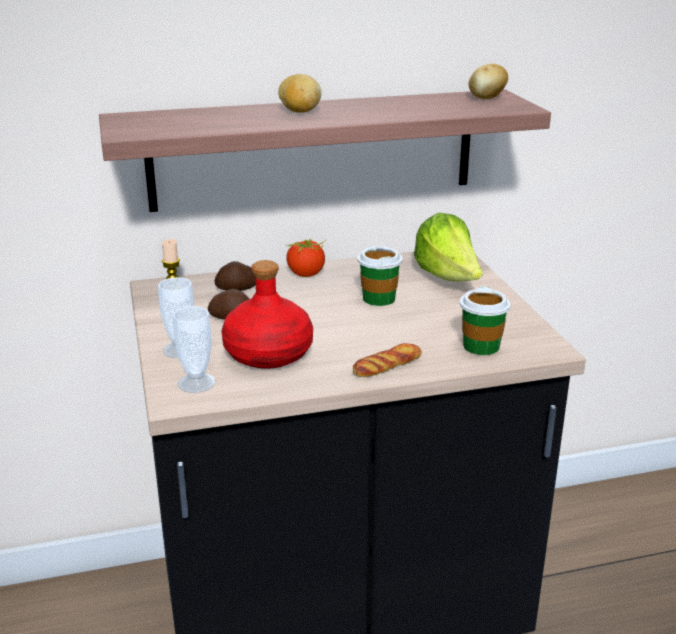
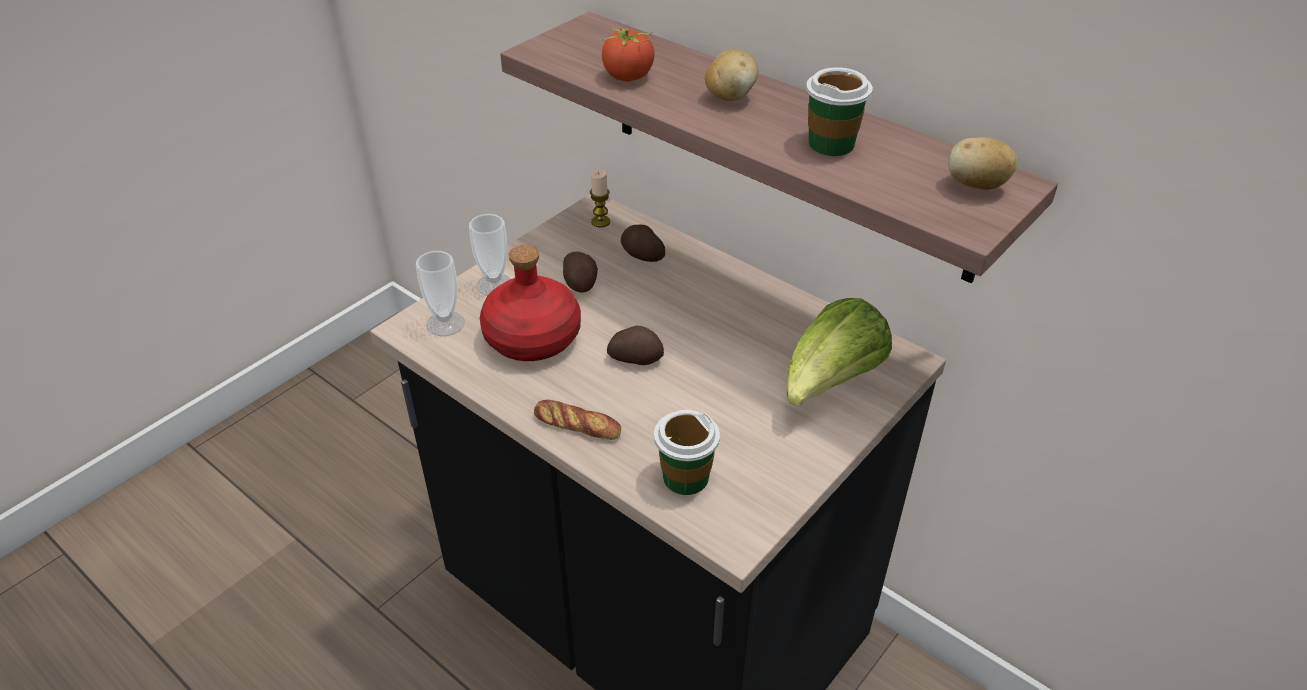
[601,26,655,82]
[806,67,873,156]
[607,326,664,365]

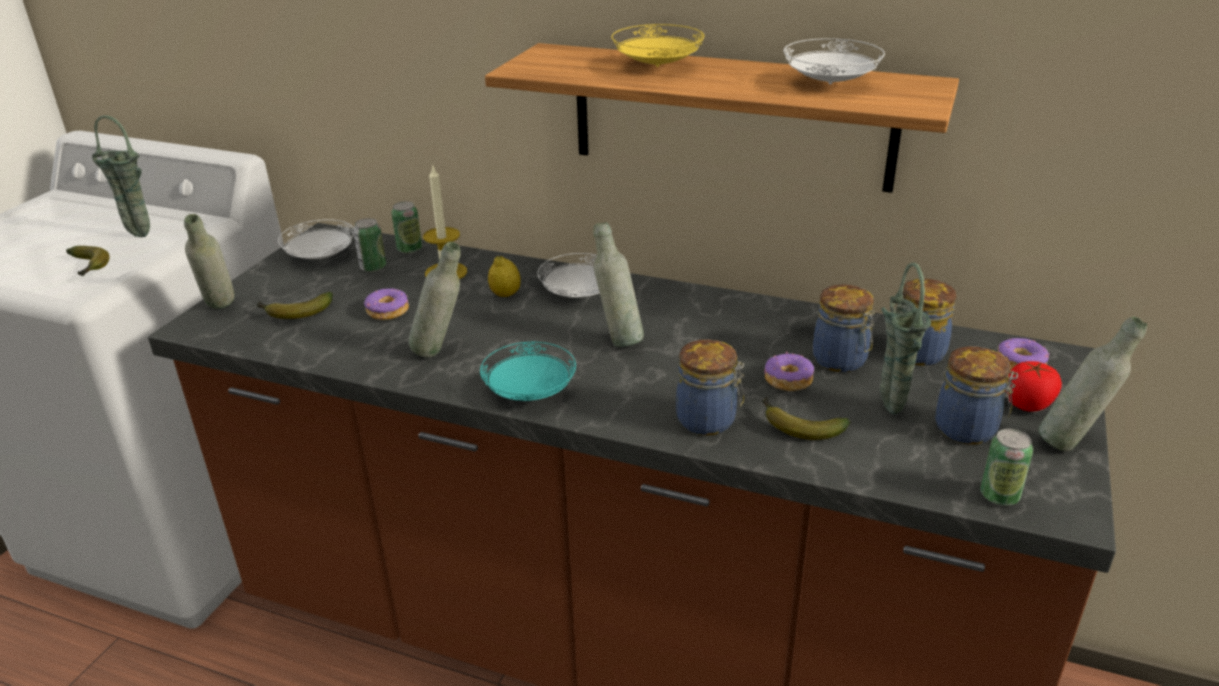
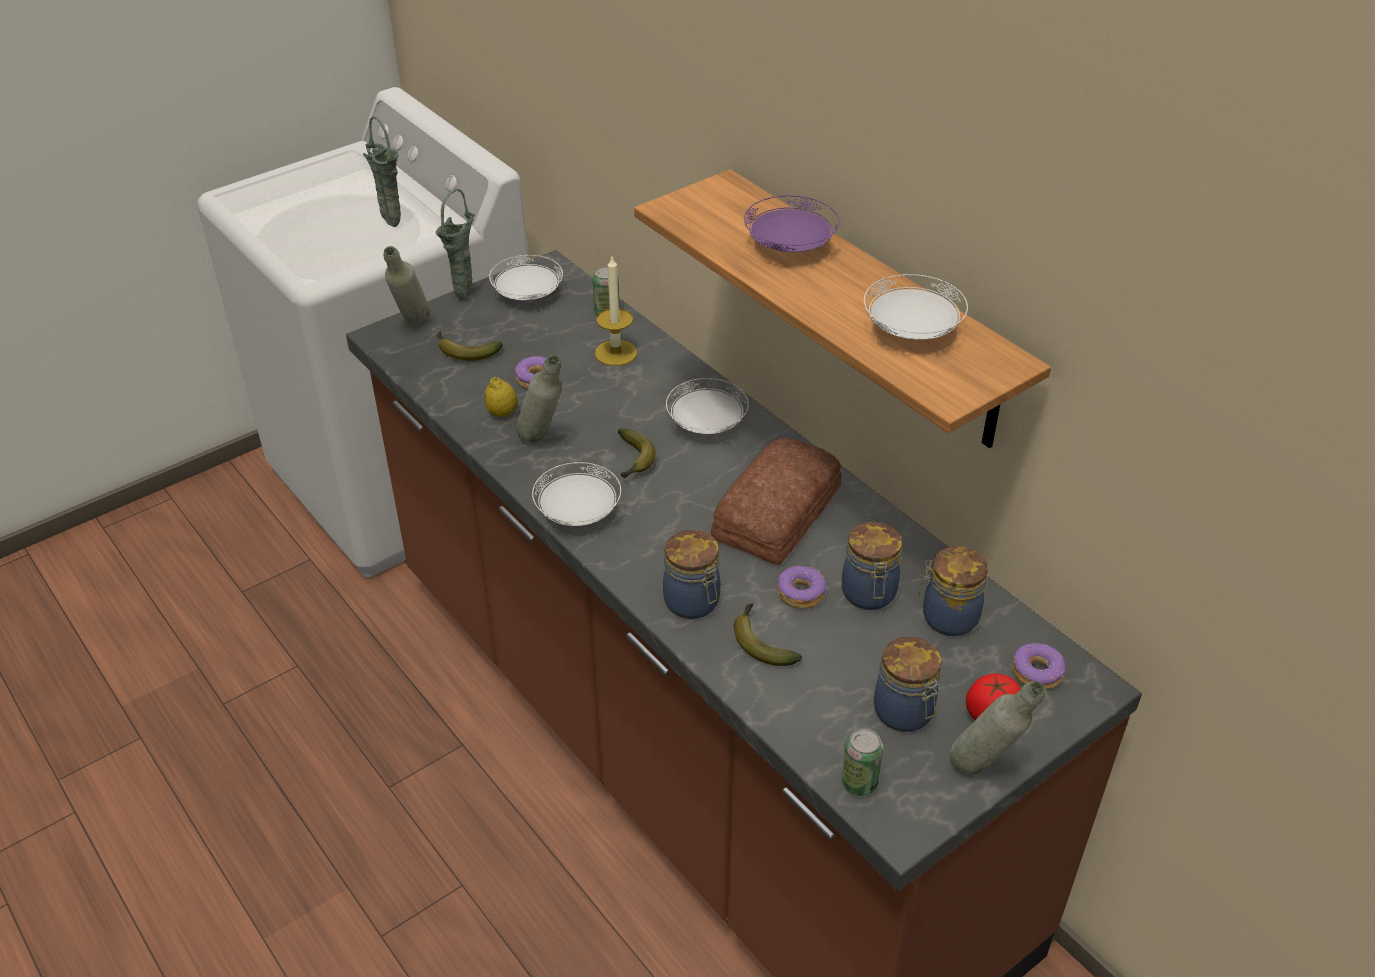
[744,195,839,252]
[353,218,386,272] (first image)
[593,222,644,347] (first image)
[618,428,656,479]
[484,377,518,417]
[436,189,474,300]
[532,462,621,526]
[711,438,842,565]

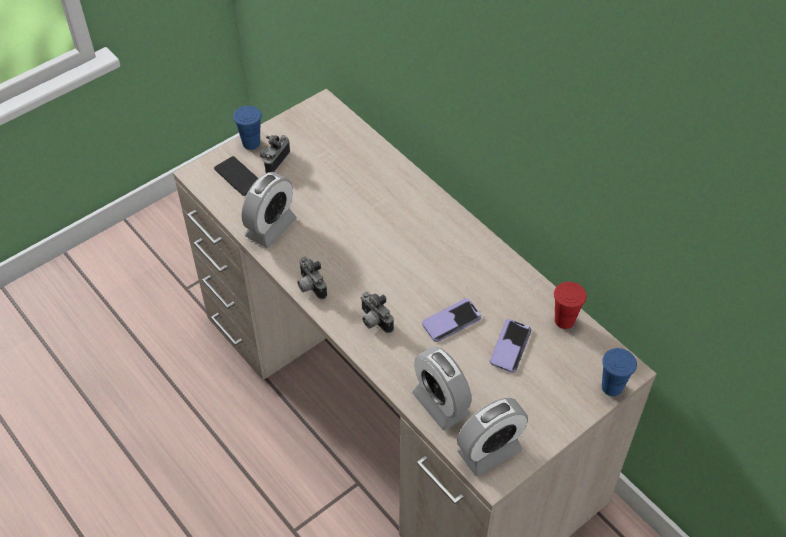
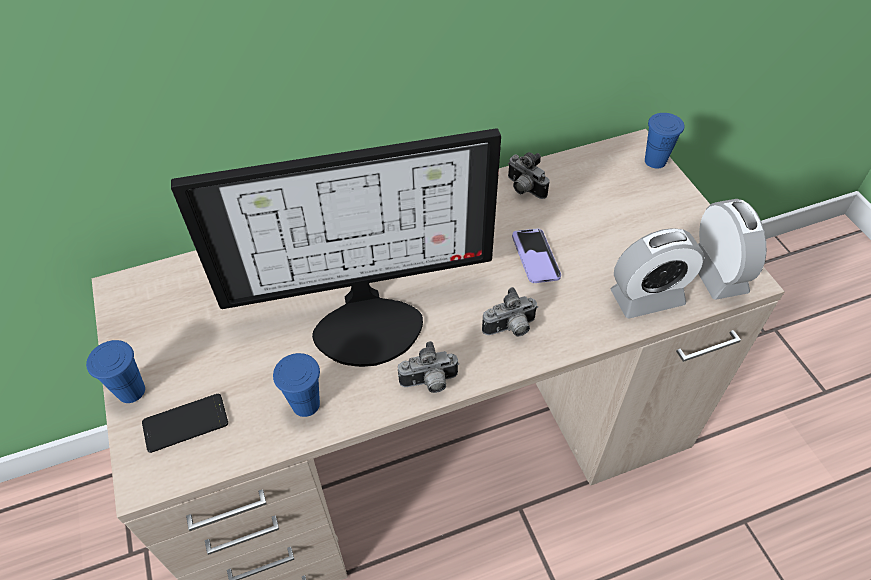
[508,152,550,199]
[273,353,320,417]
[554,282,587,329] (first image)
[490,319,532,373] (first image)
[171,128,501,367]

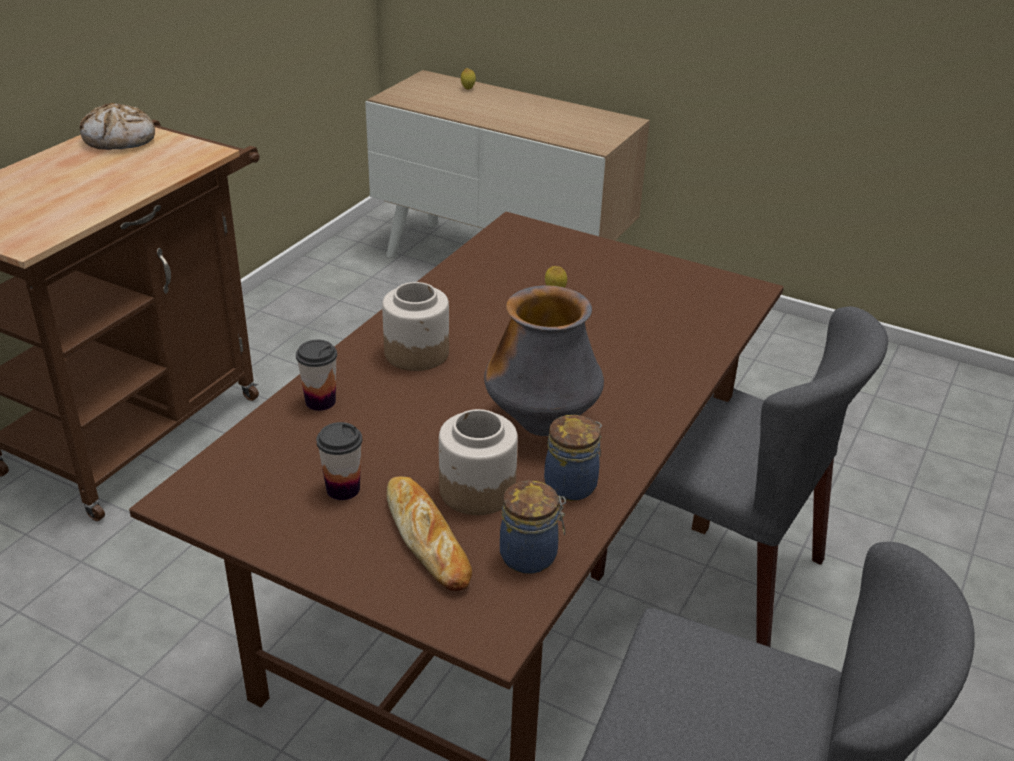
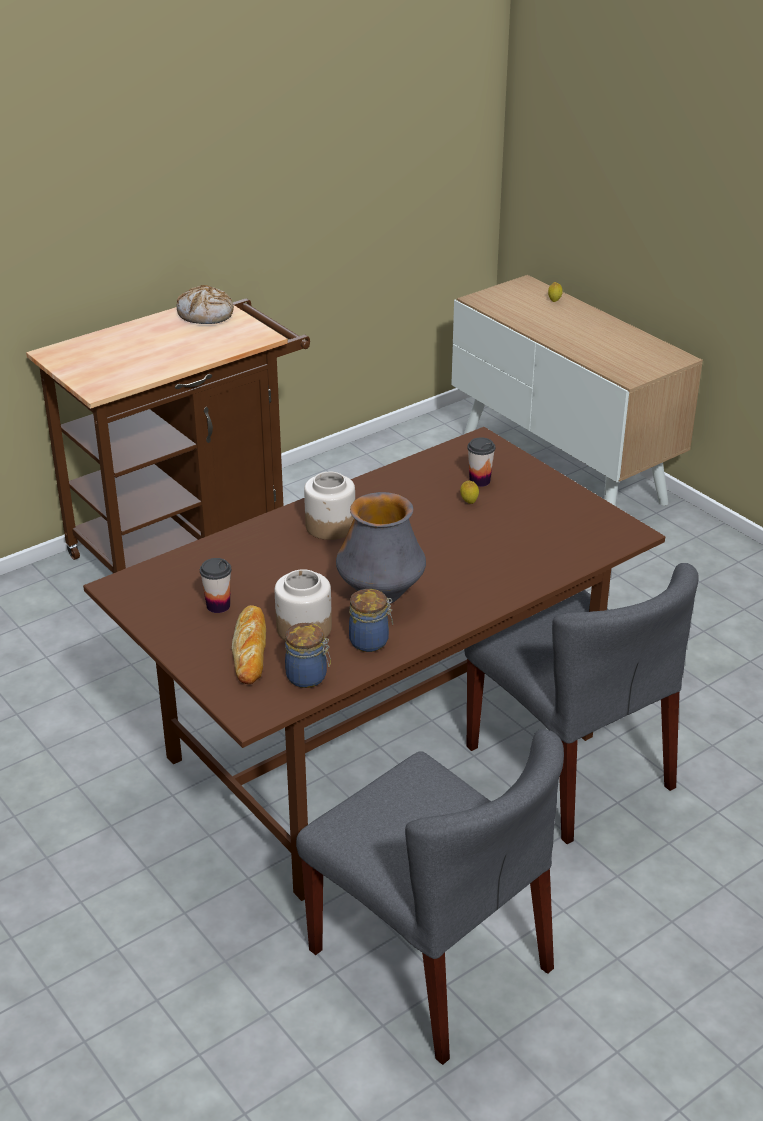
[467,437,495,487]

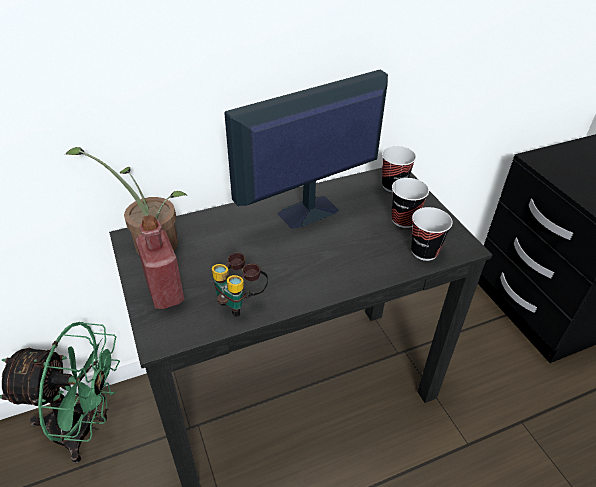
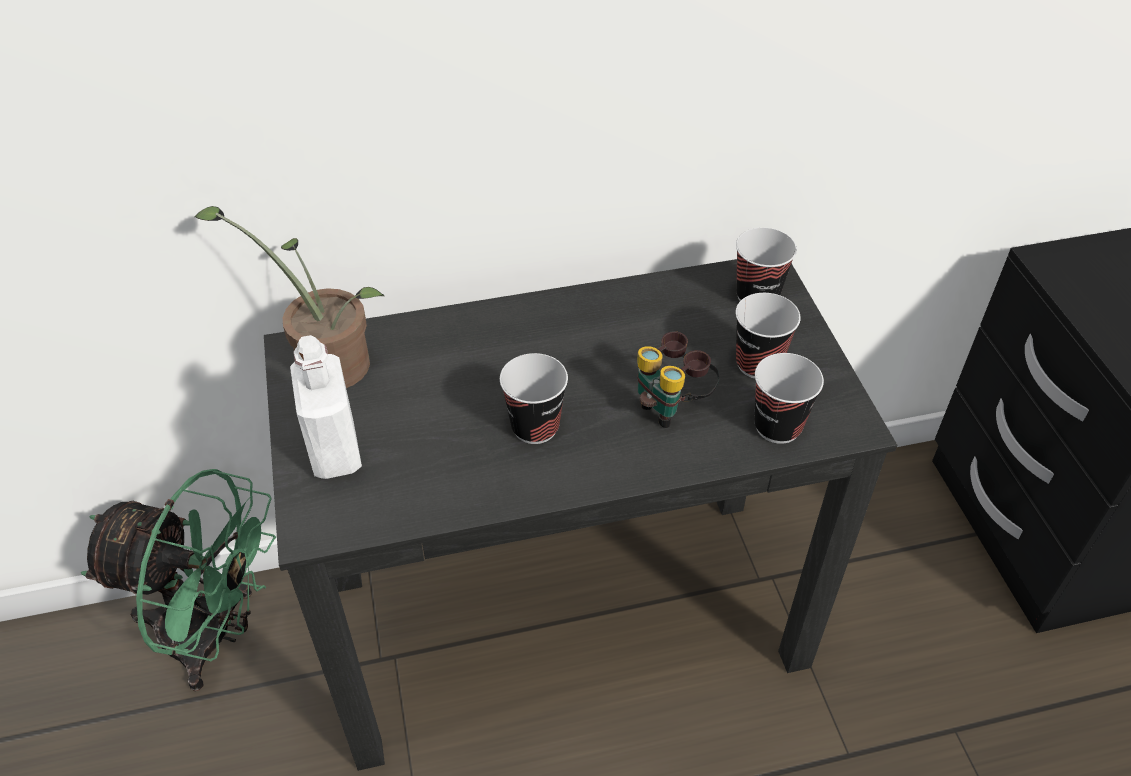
[224,70,388,229] (first image)
[290,335,362,479]
[637,331,720,428]
[500,353,568,444]

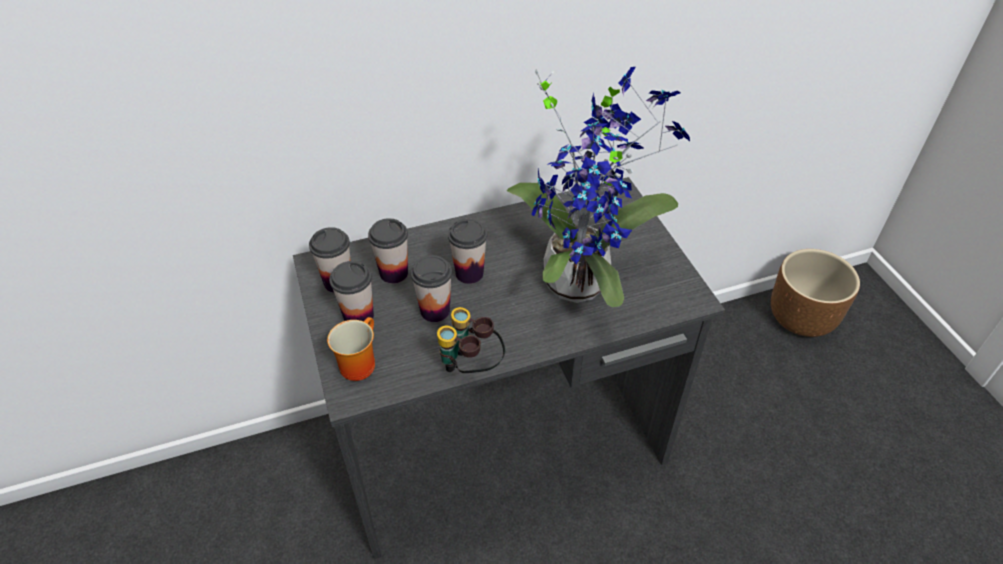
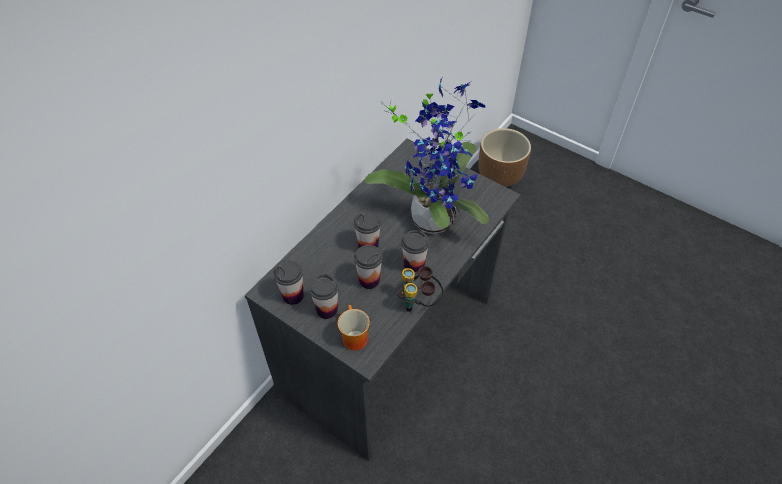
[401,230,430,272]

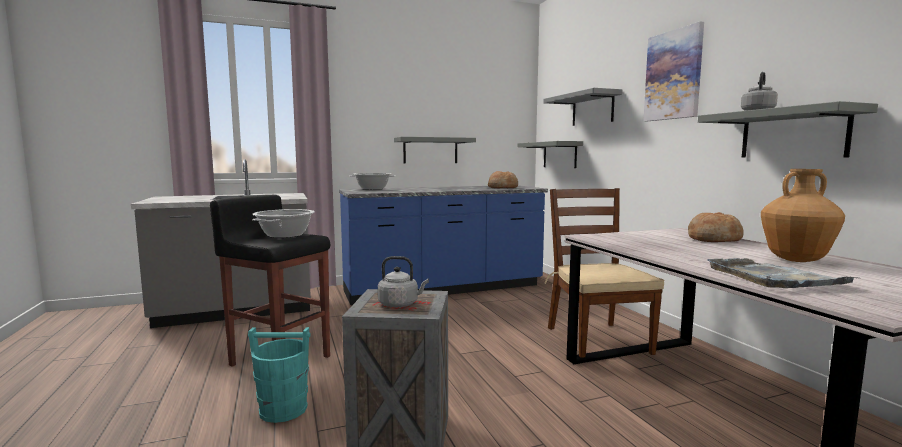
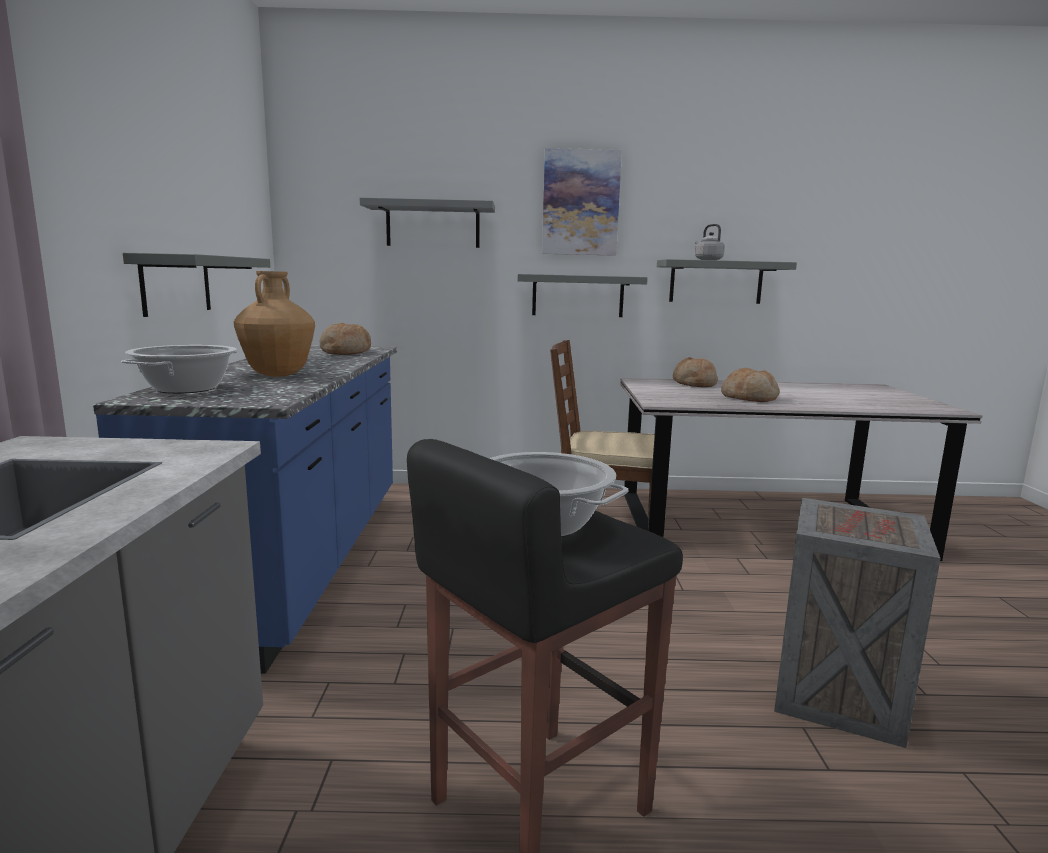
[518,274,648,317]
[234,271,315,377]
[378,256,429,307] (first image)
[707,258,857,288] (first image)
[248,327,311,423] (first image)
[721,368,780,402]

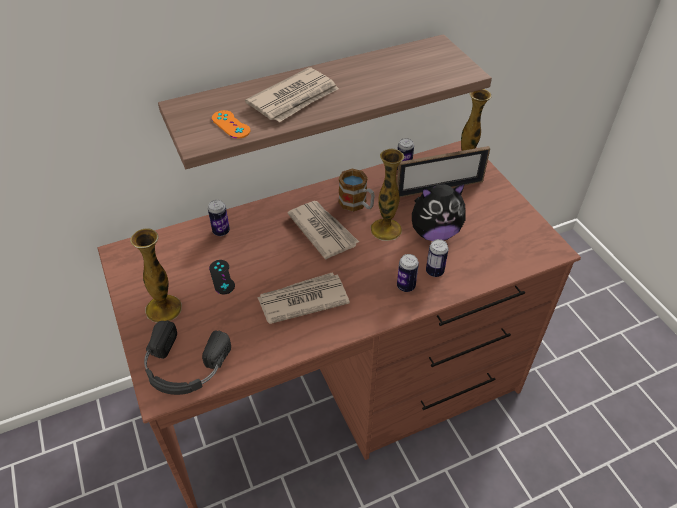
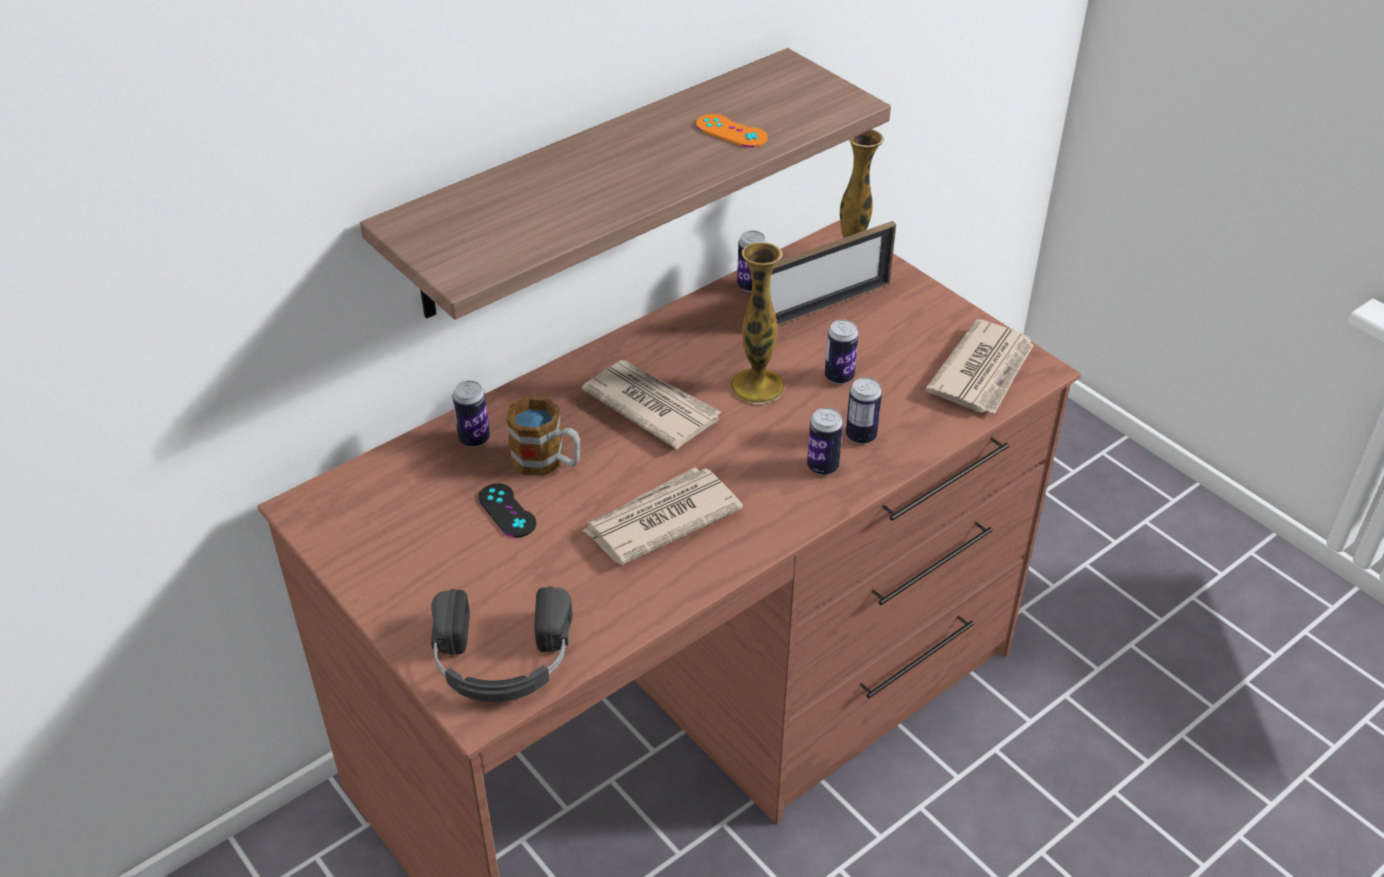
[925,319,1034,414]
[696,114,768,148]
[506,396,580,476]
[825,319,859,384]
[130,228,182,323] (first image)

